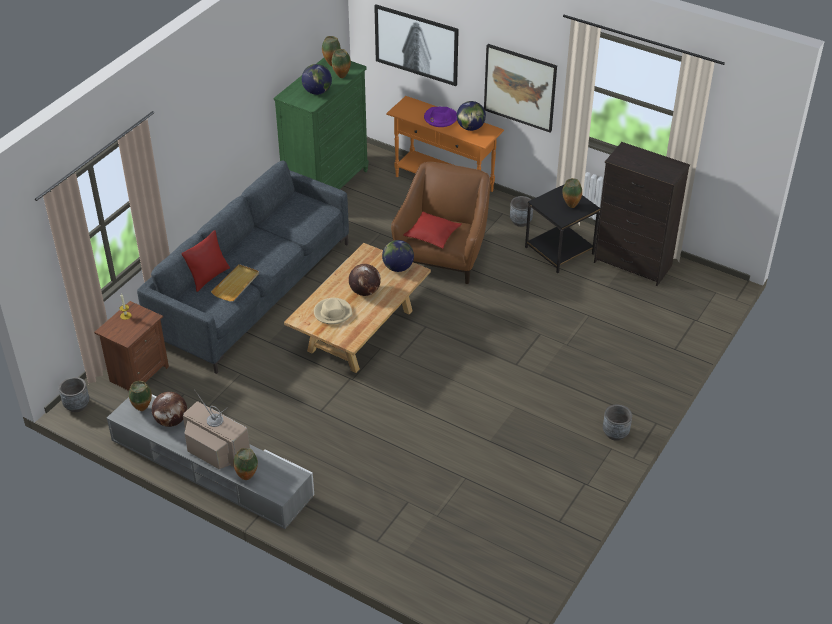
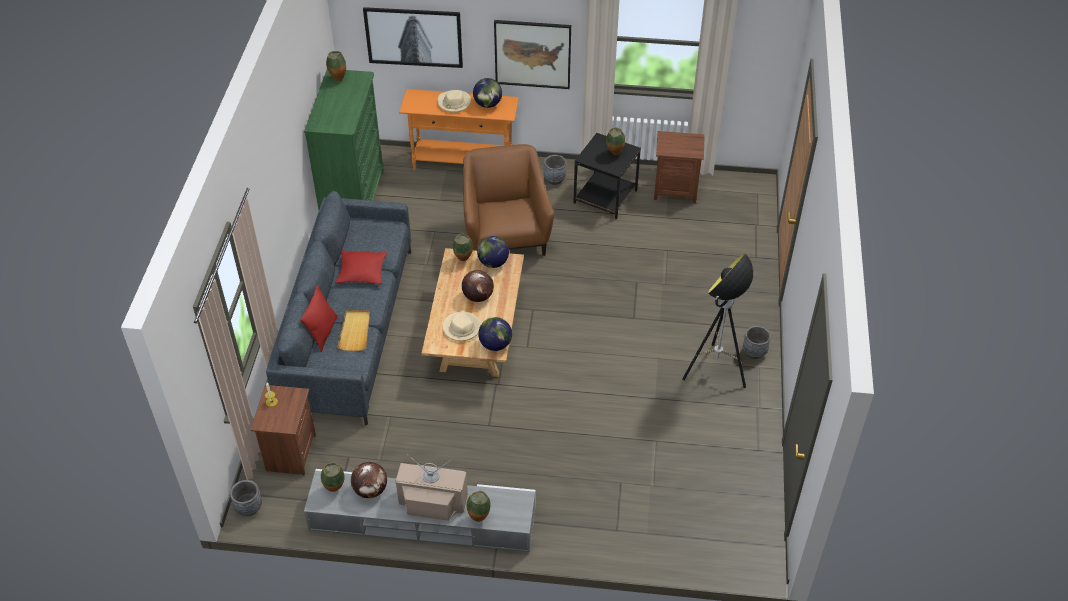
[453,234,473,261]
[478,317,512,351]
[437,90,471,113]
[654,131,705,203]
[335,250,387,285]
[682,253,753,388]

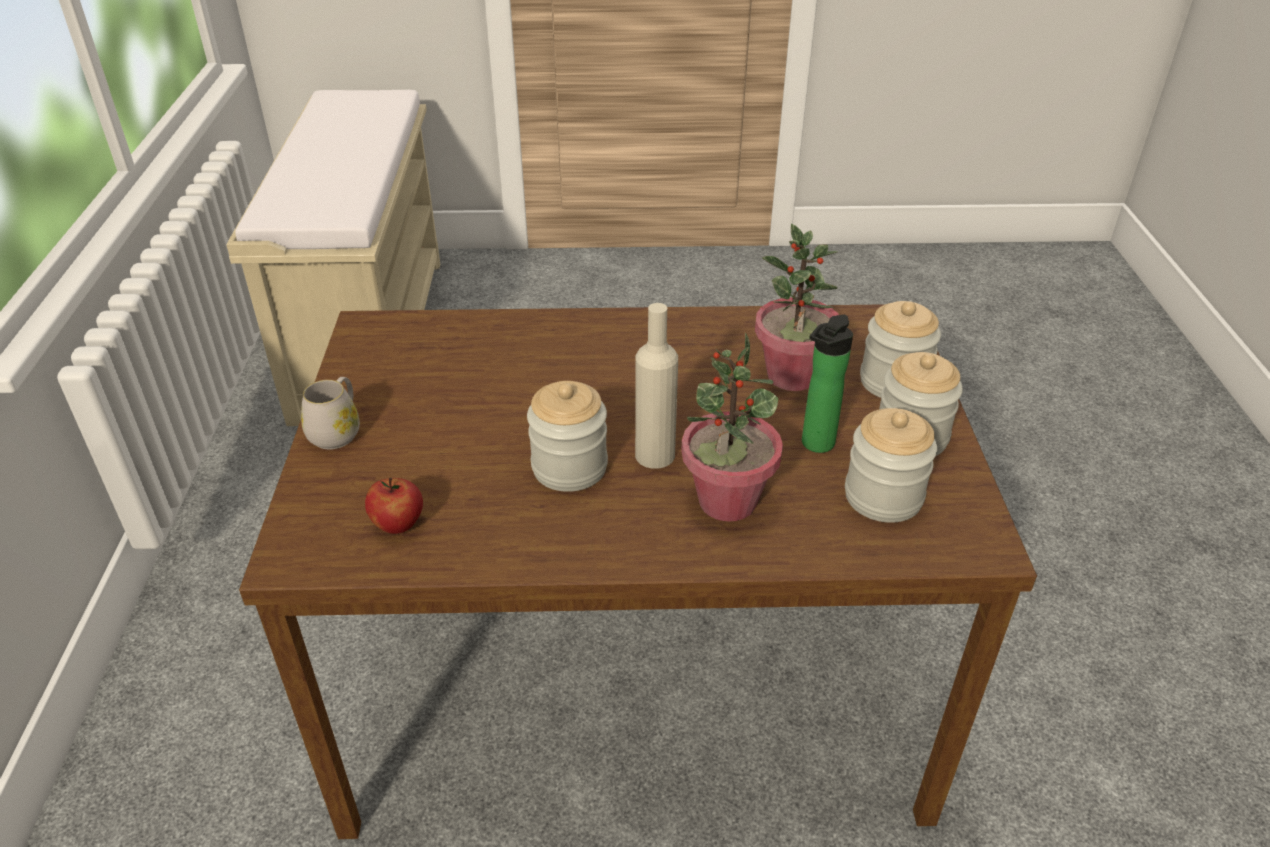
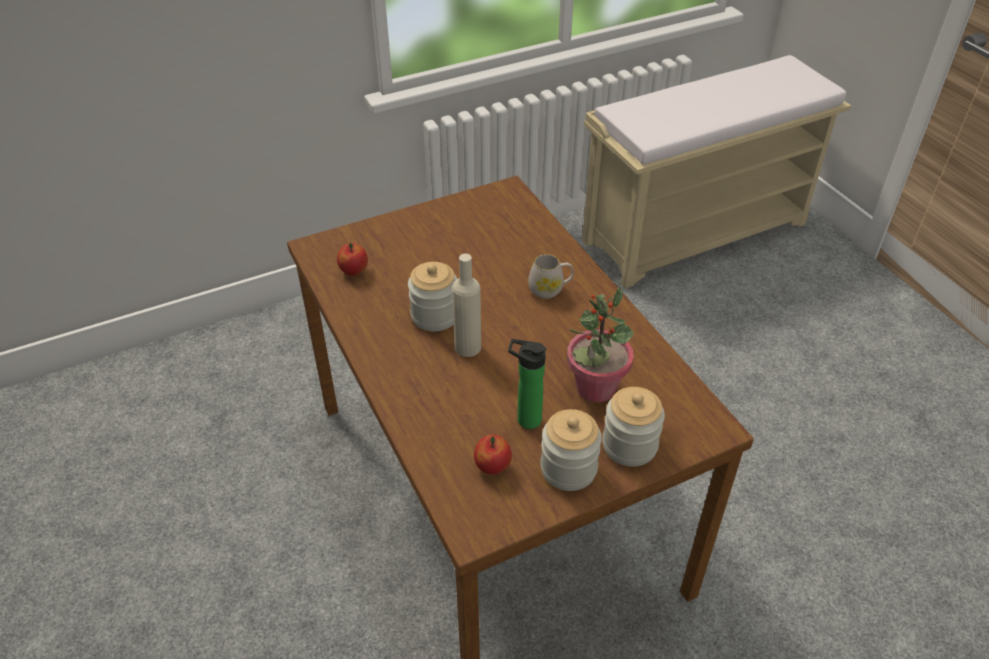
[681,333,783,522] (first image)
[528,254,574,299]
[474,434,512,475]

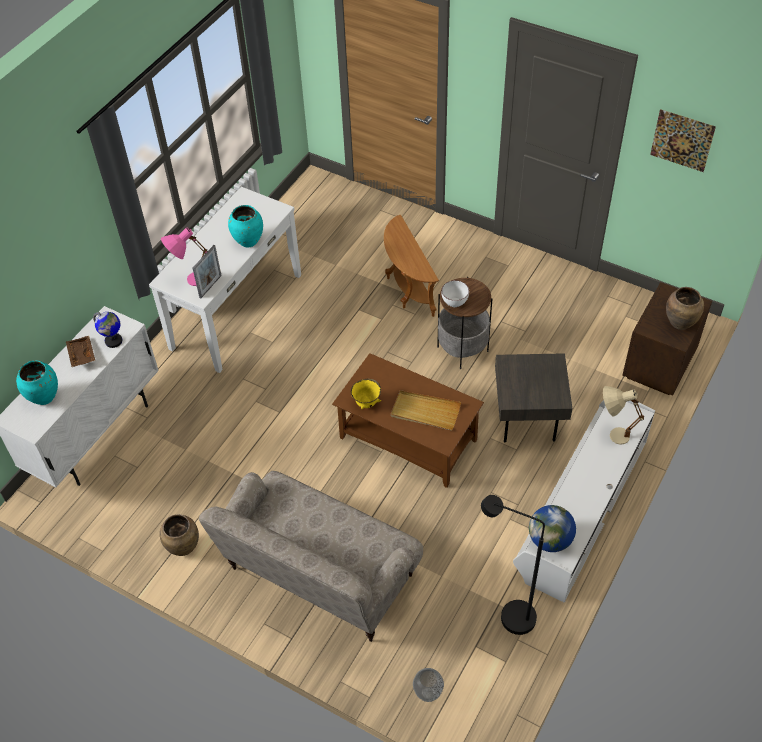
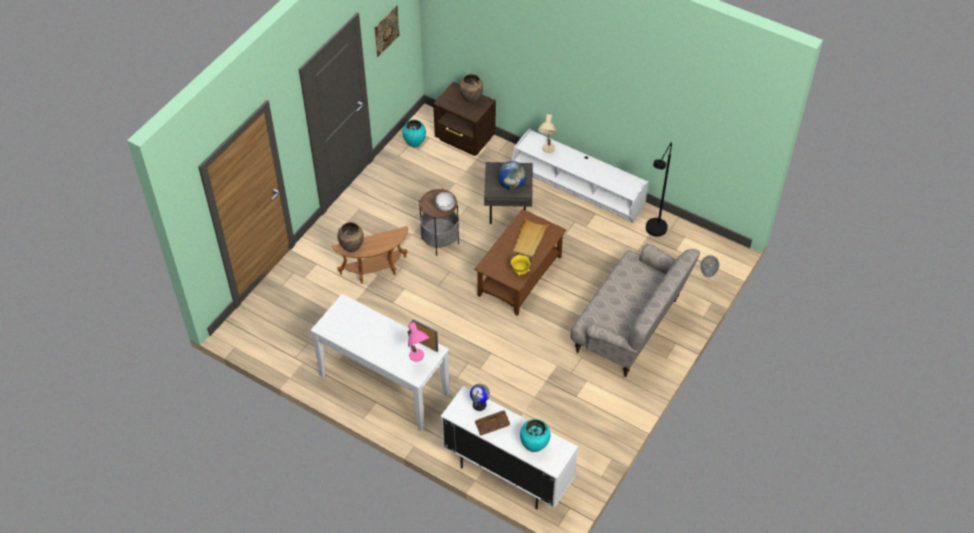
[403,119,426,148]
[498,161,527,190]
[338,222,364,252]

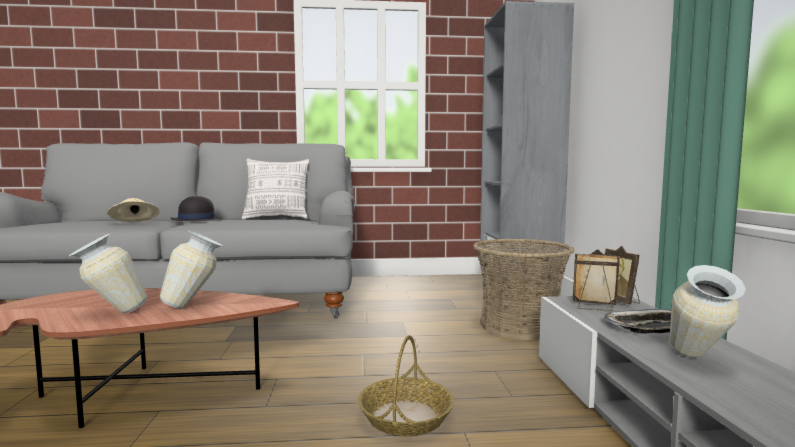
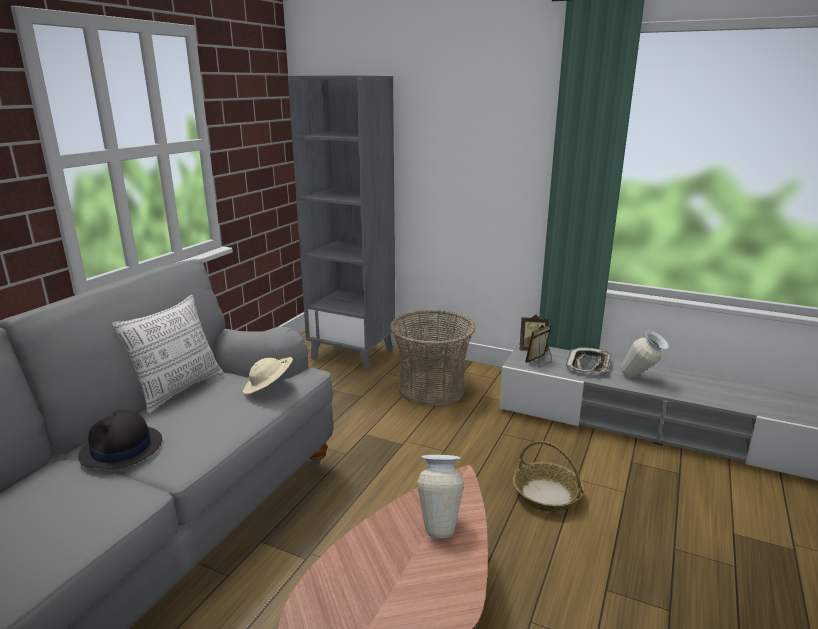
[243,357,293,394]
[69,234,147,313] (first image)

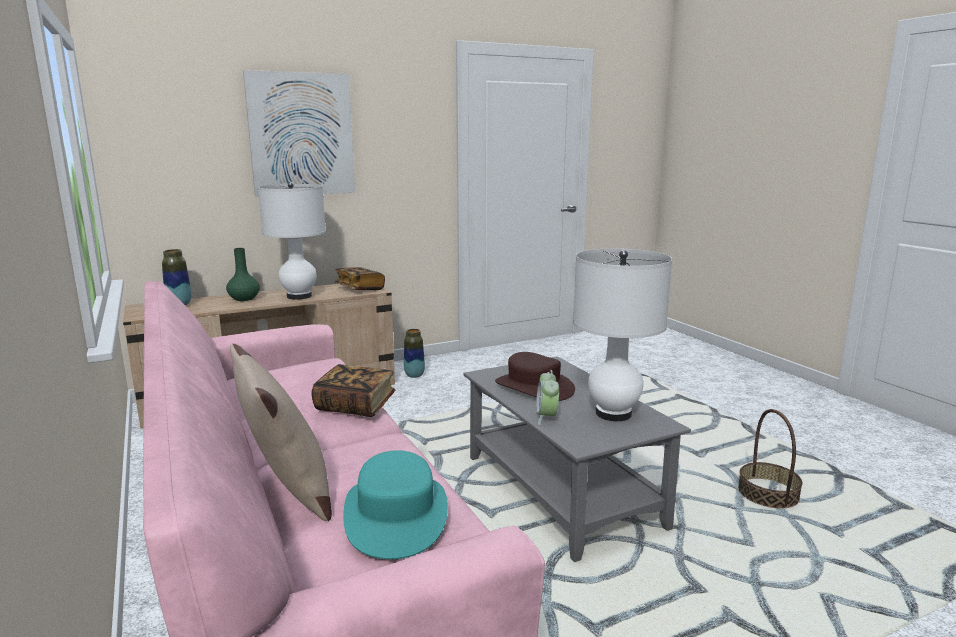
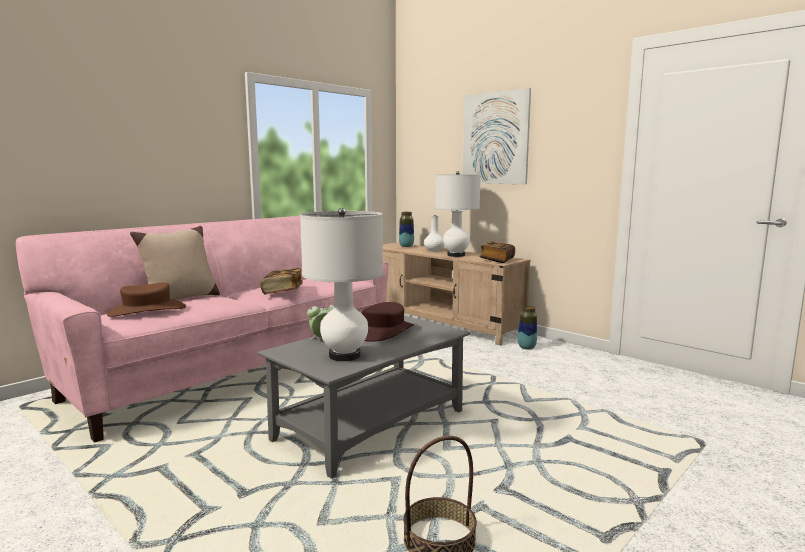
[424,215,445,251]
[107,282,186,317]

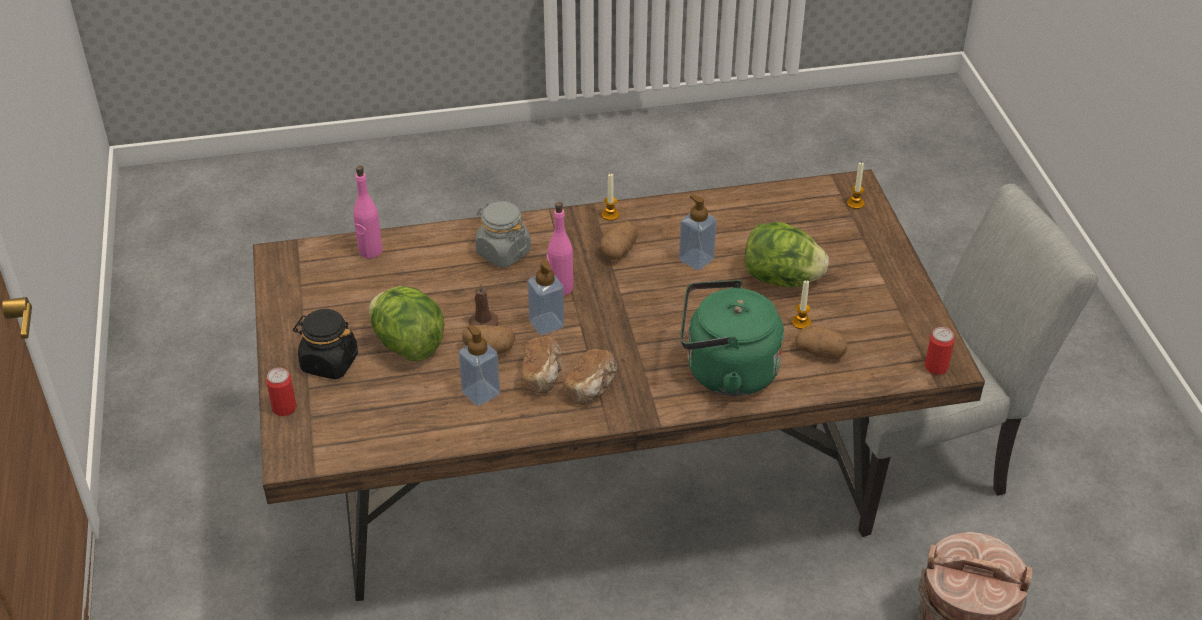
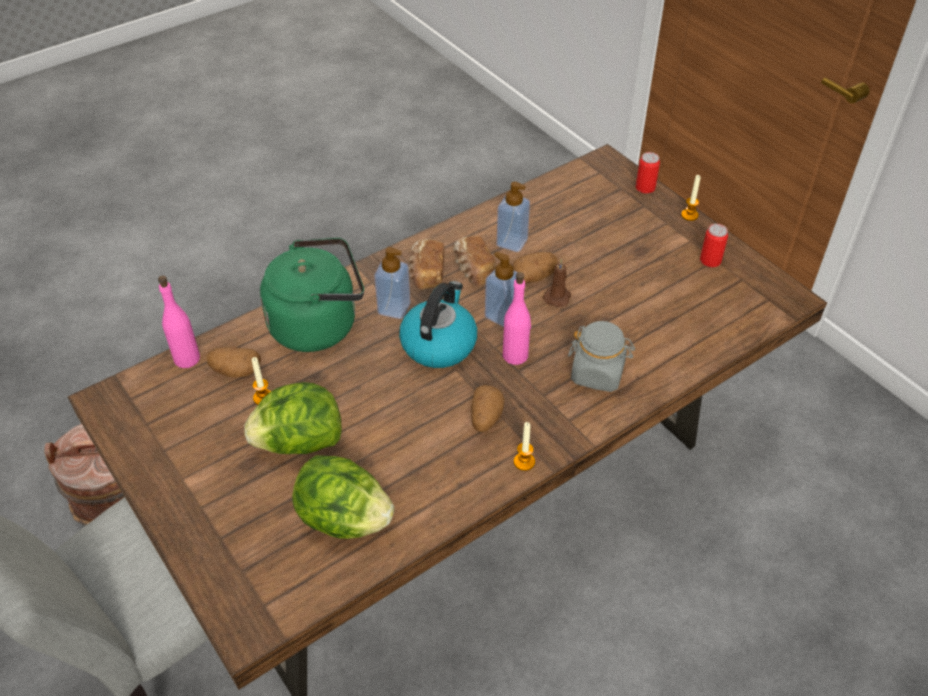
[681,175,701,221]
[158,275,200,368]
[374,247,411,319]
[292,455,394,539]
[293,309,358,379] (first image)
[700,224,728,267]
[399,281,477,368]

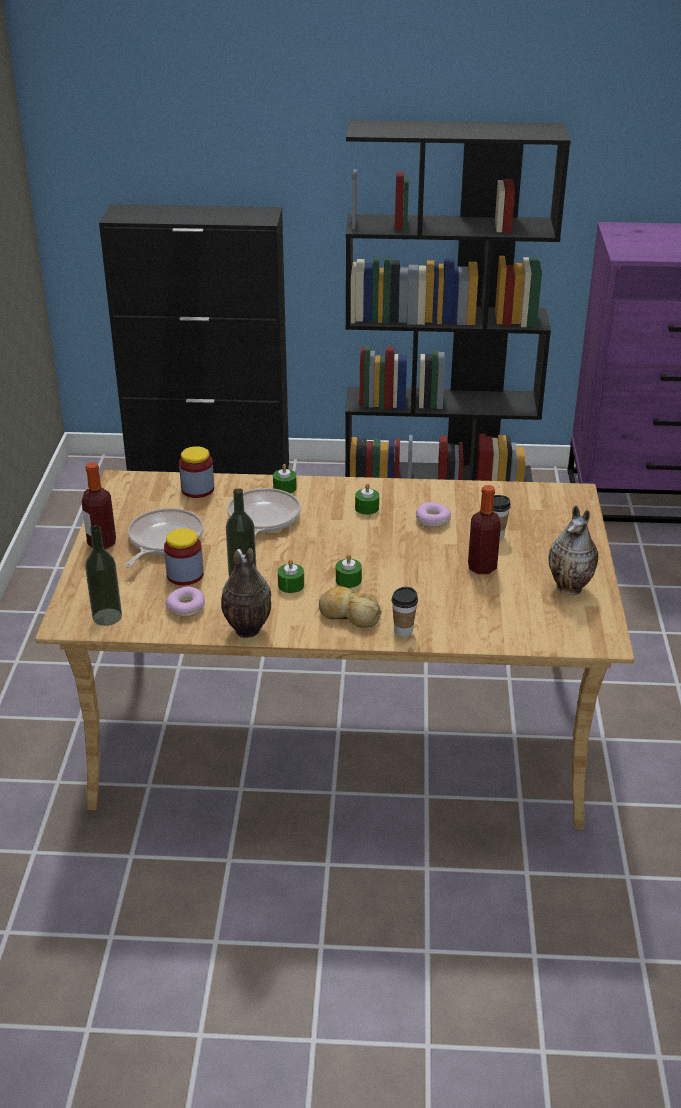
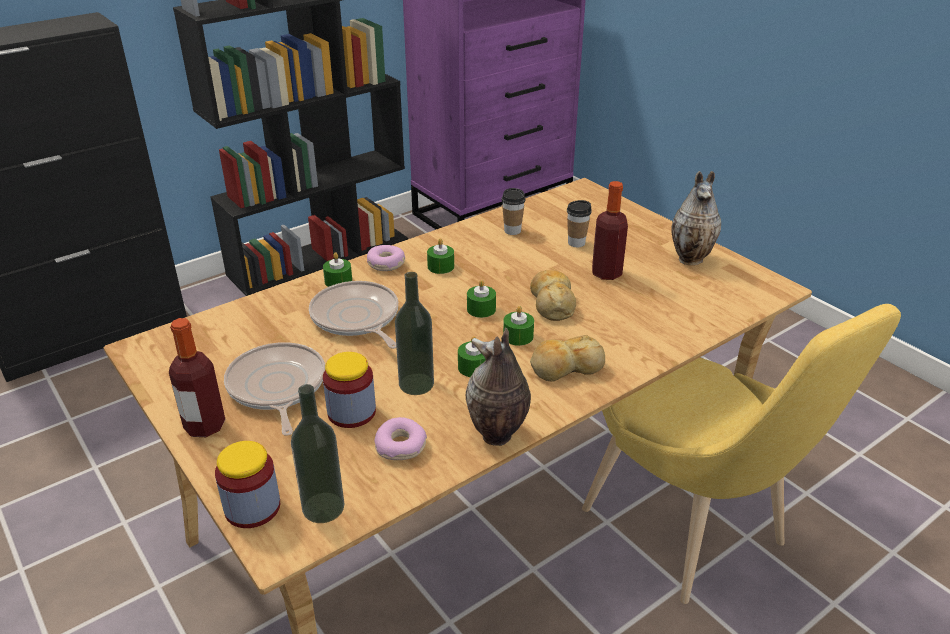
[215,441,280,528]
[367,245,406,271]
[502,188,526,235]
[530,270,576,321]
[467,280,496,318]
[582,304,901,604]

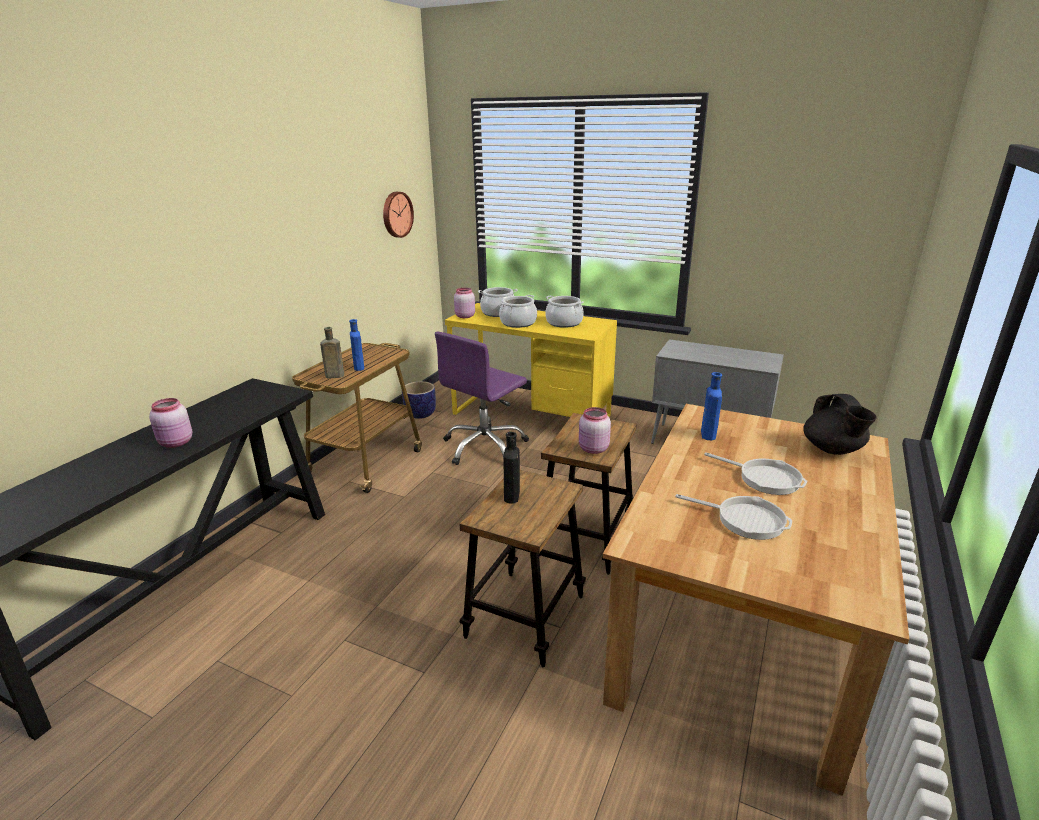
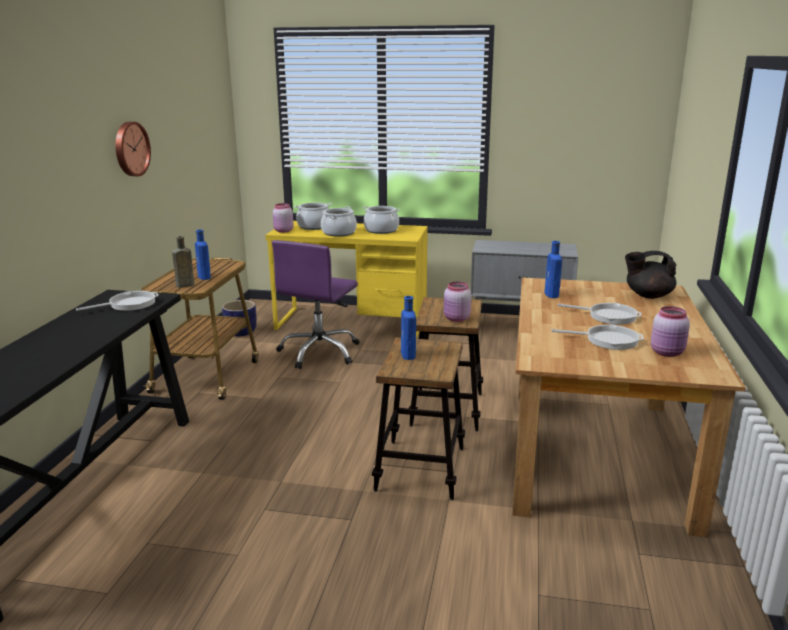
[115,122,151,176]
[625,251,676,299]
[651,306,690,357]
[401,296,416,360]
[76,291,159,311]

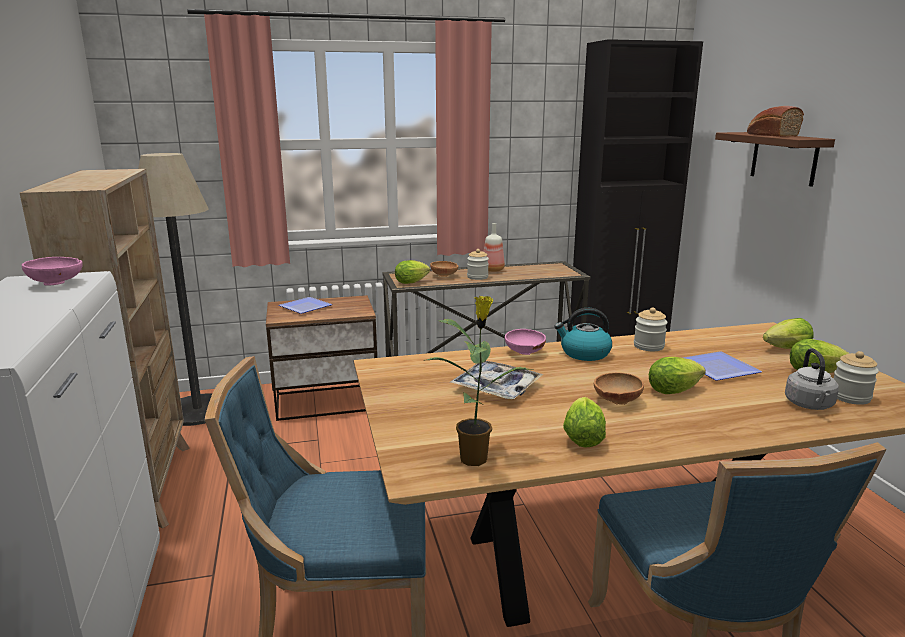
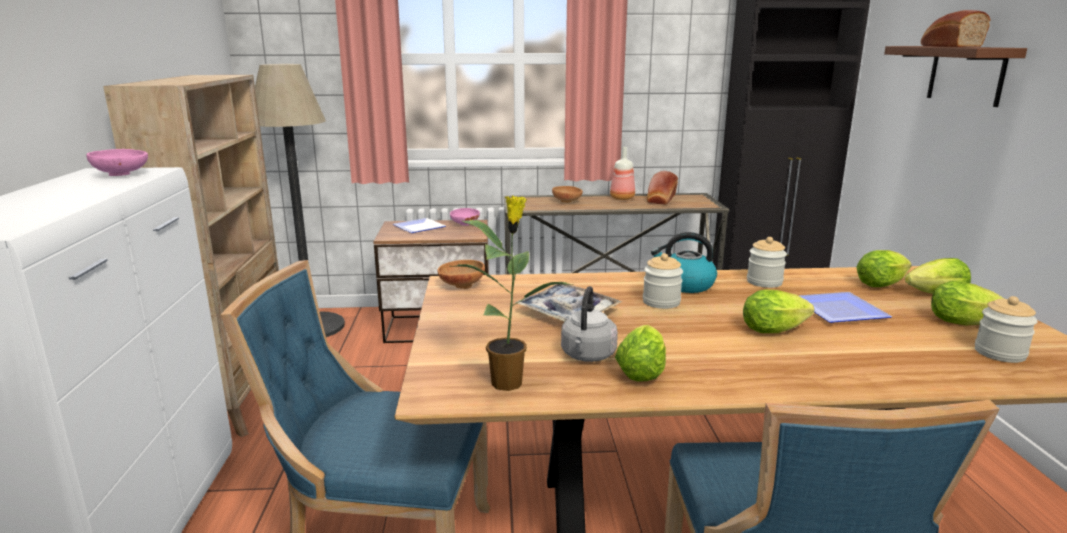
[643,253,683,309]
[856,250,912,287]
[450,208,480,226]
[561,286,618,362]
[437,260,485,289]
[647,171,678,204]

